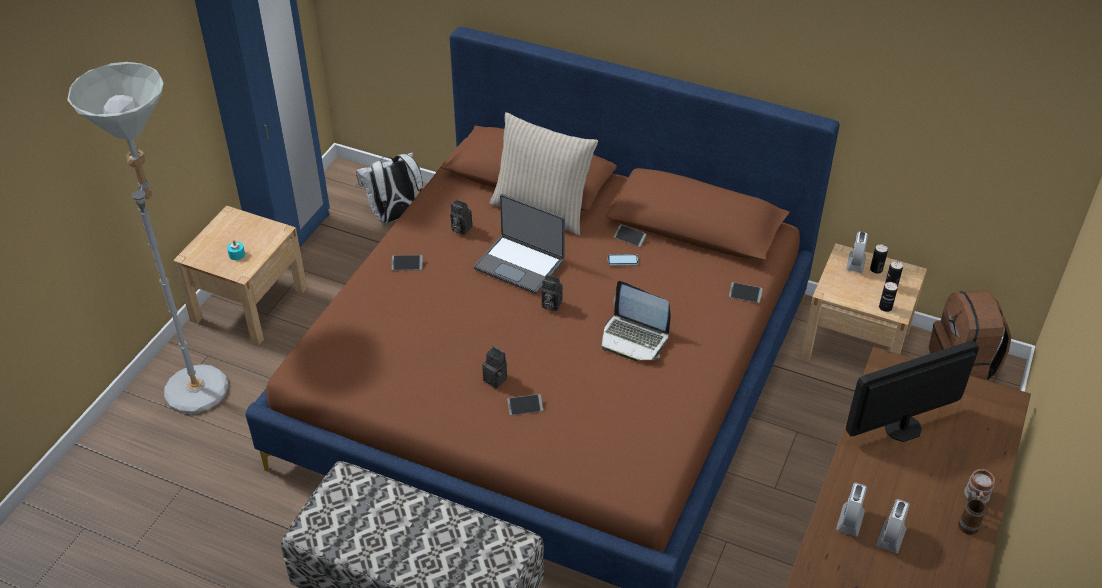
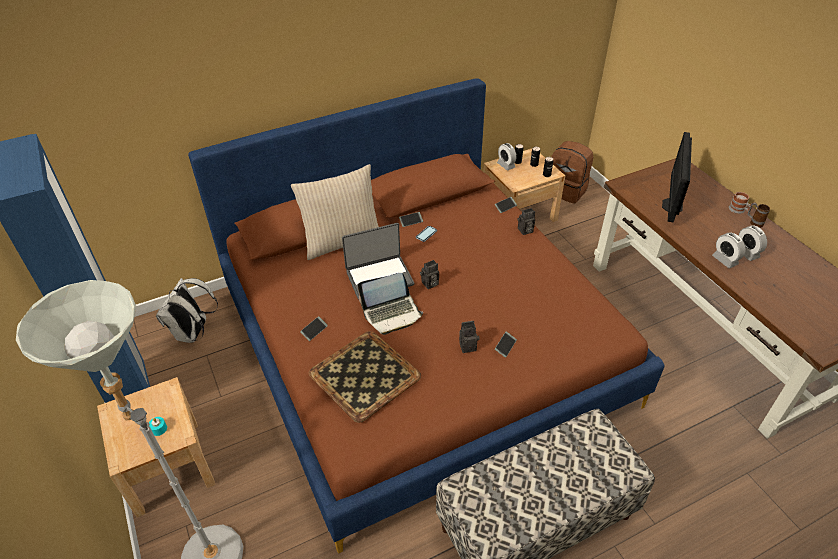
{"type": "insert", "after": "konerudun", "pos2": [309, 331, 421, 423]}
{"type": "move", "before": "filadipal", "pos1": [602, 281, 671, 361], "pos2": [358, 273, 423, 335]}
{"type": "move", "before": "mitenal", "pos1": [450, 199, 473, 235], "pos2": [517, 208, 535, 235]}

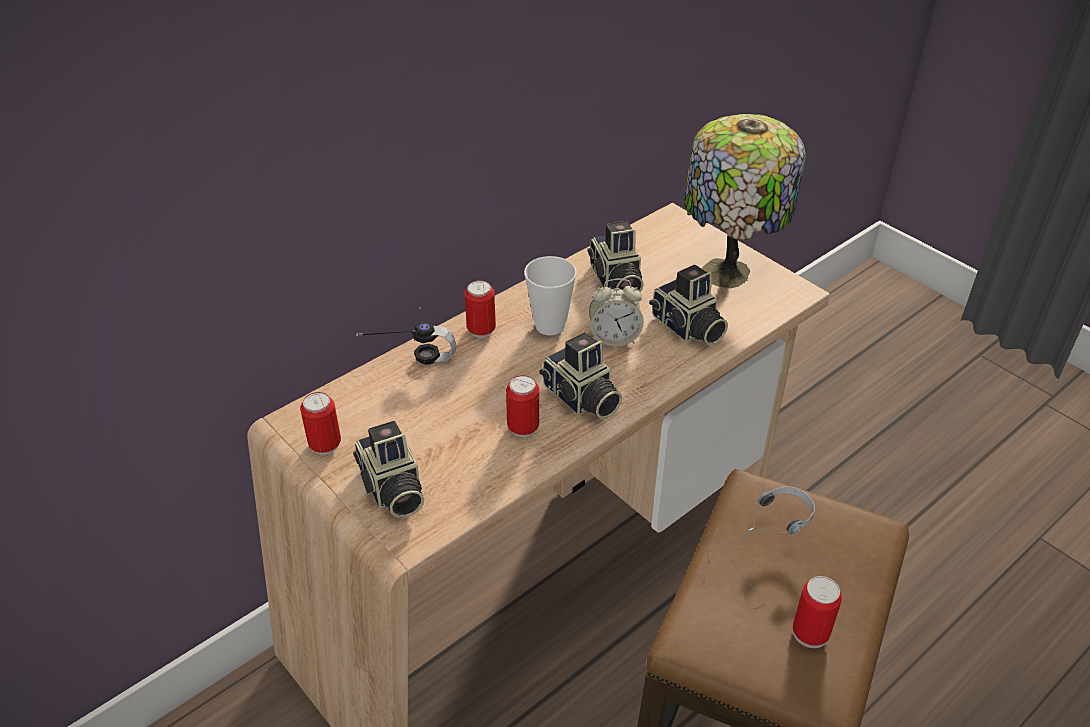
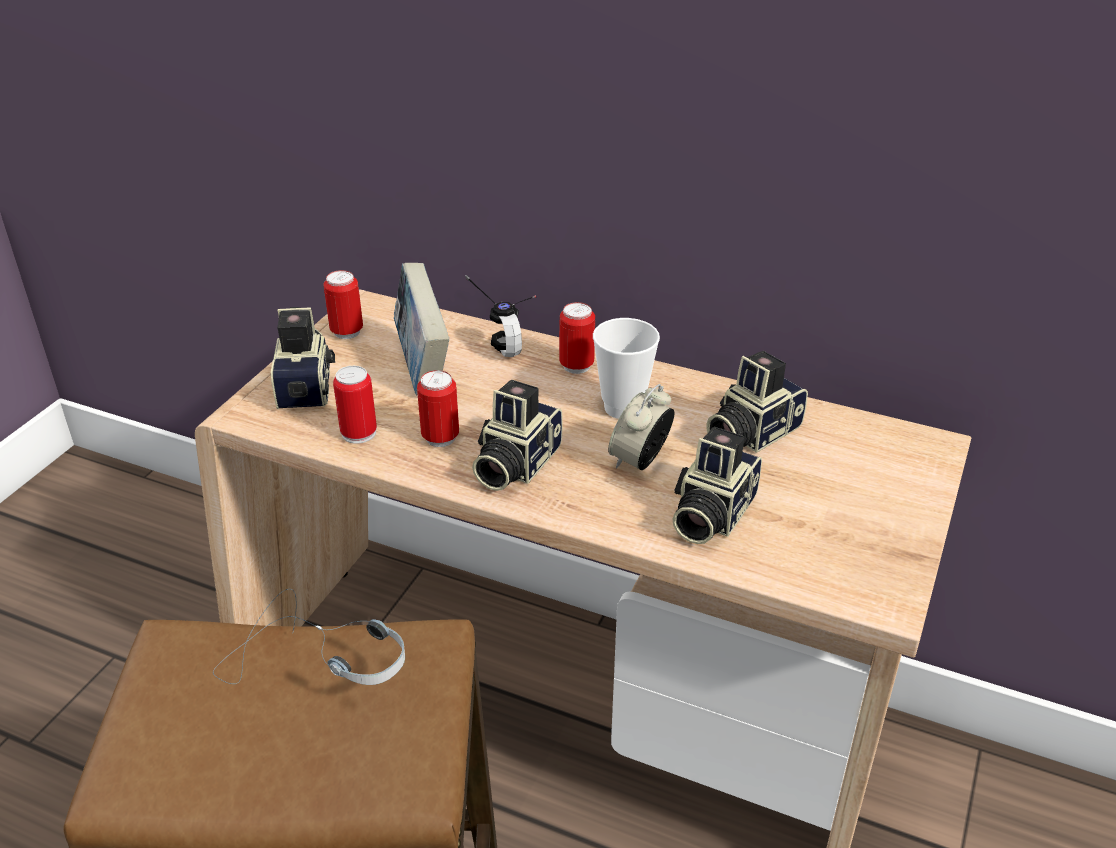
{"type": "rotate", "before": "mitenal", "pos1": [353, 421, 424, 518], "pos2": [271, 307, 335, 409], "turn": 135}
{"type": "move", "before": "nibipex", "pos1": [793, 576, 842, 648], "pos2": [333, 366, 377, 444]}
{"type": "insert", "after": "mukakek", "pos2": [394, 263, 449, 396]}
{"type": "rotate", "before": "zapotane", "pos1": [589, 278, 644, 347], "pos2": [608, 384, 674, 470], "turn": 60}
{"type": "delete", "before": "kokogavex", "pos1": [684, 114, 806, 289]}

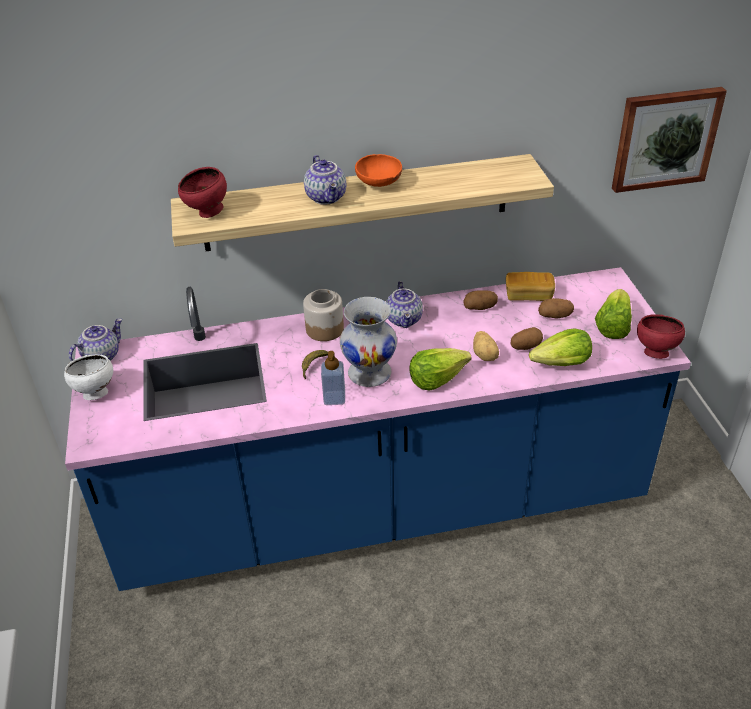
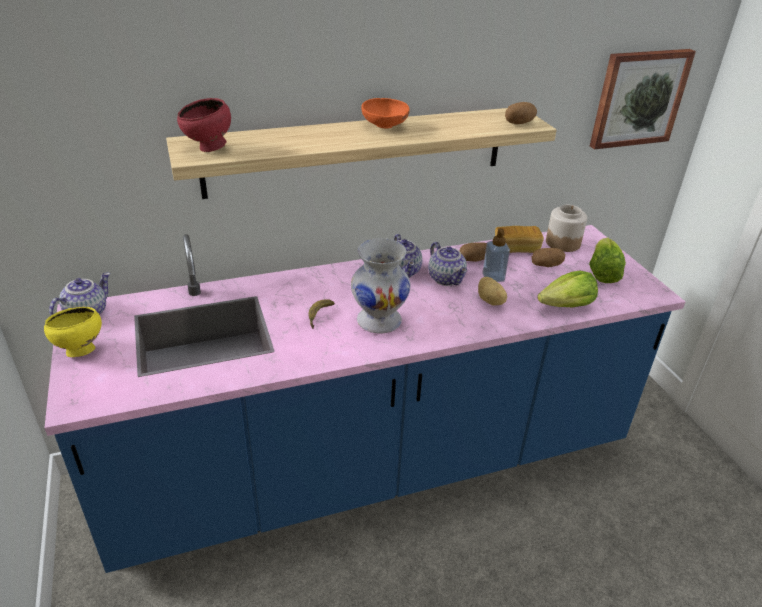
{"type": "recolor", "before": "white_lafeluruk", "after": "yellow_lafeluruk", "pos1": [64, 354, 113, 400], "pos2": [44, 307, 102, 357]}
{"type": "move", "before": "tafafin", "pos1": [304, 155, 347, 205], "pos2": [428, 242, 467, 286]}
{"type": "move", "before": "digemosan", "pos1": [321, 351, 345, 405], "pos2": [482, 228, 510, 282]}
{"type": "move", "before": "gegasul", "pos1": [510, 327, 543, 350], "pos2": [505, 102, 537, 124]}
{"type": "move", "before": "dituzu", "pos1": [303, 289, 344, 341], "pos2": [546, 205, 587, 252]}
{"type": "delete", "before": "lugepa", "pos1": [409, 348, 472, 391]}
{"type": "delete", "before": "red_lafeluruk", "pos1": [637, 314, 685, 359]}

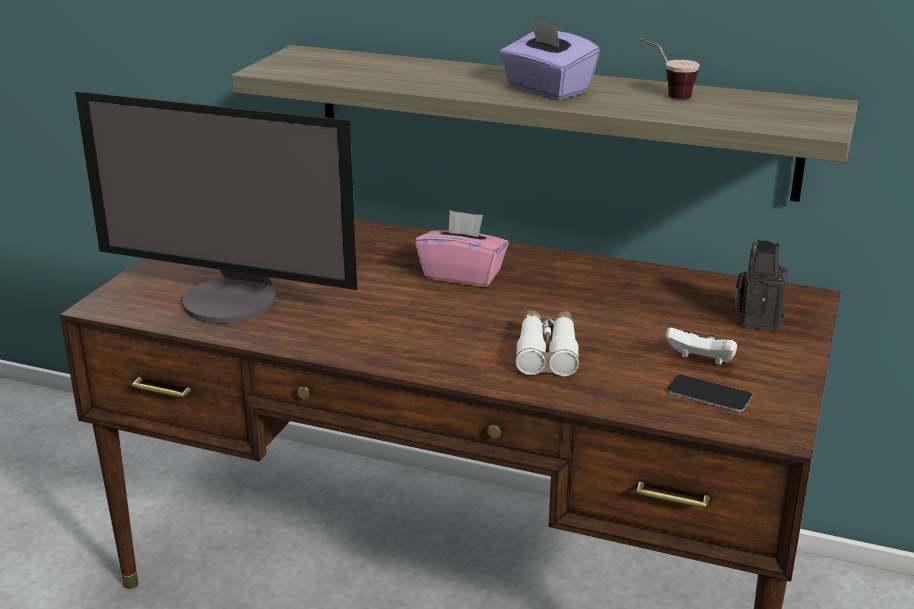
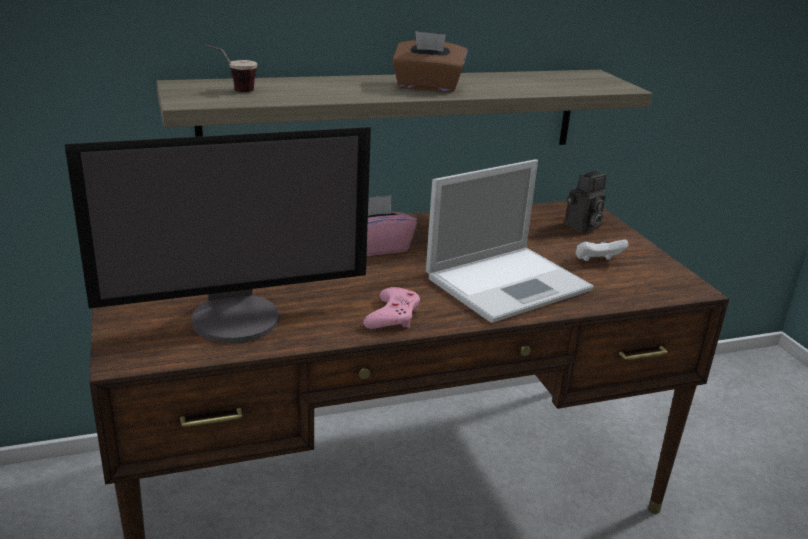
{"type": "move", "before": "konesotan", "pos1": [639, 38, 700, 99], "pos2": [205, 45, 257, 92]}
{"type": "insert", "after": "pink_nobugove", "pos2": [363, 287, 420, 329]}
{"type": "recolor", "before": "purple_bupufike", "after": "brown_bupufike", "pos1": [500, 18, 600, 99], "pos2": [392, 31, 467, 92]}
{"type": "replace", "before": "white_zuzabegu", "after": "filadipal", "pos1": [515, 310, 580, 377], "pos2": [426, 159, 594, 323]}
{"type": "rotate", "before": "mitenal", "pos1": [734, 238, 788, 332], "pos2": [565, 171, 607, 233], "turn": -105}
{"type": "delete", "before": "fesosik", "pos1": [667, 375, 752, 412]}

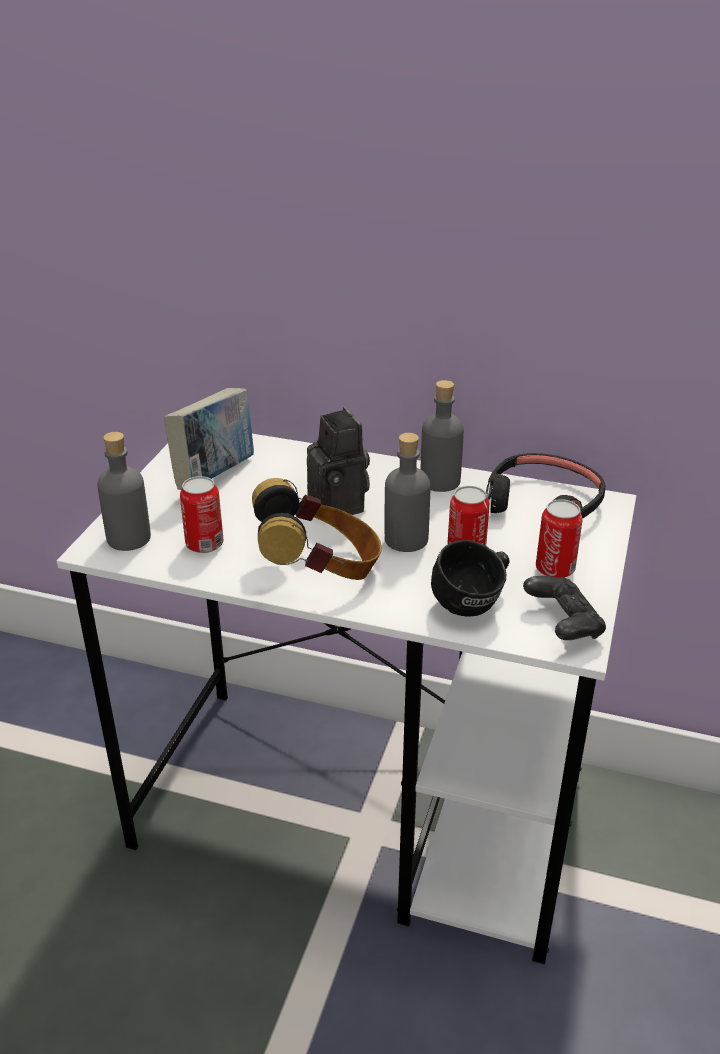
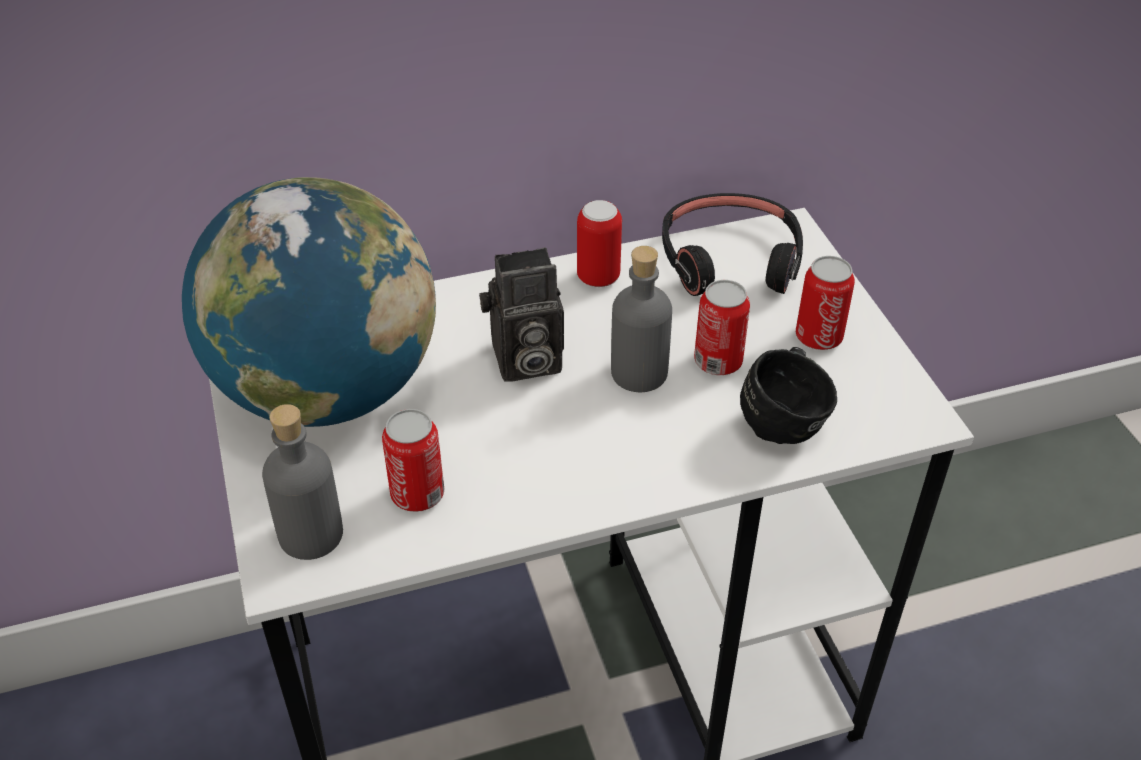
{"type": "replace", "before": "mukakek", "after": "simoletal", "pos1": [164, 388, 254, 490], "pos2": [182, 177, 436, 427]}
{"type": "rotate", "before": "mitenal", "pos1": [307, 407, 370, 515], "pos2": [479, 247, 564, 382], "turn": 135}
{"type": "replace", "before": "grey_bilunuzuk", "after": "nibipex", "pos1": [420, 380, 464, 492], "pos2": [577, 200, 622, 287]}
{"type": "delete", "before": "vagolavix", "pos1": [252, 478, 382, 580]}
{"type": "delete", "before": "black_nobugove", "pos1": [523, 576, 606, 640]}

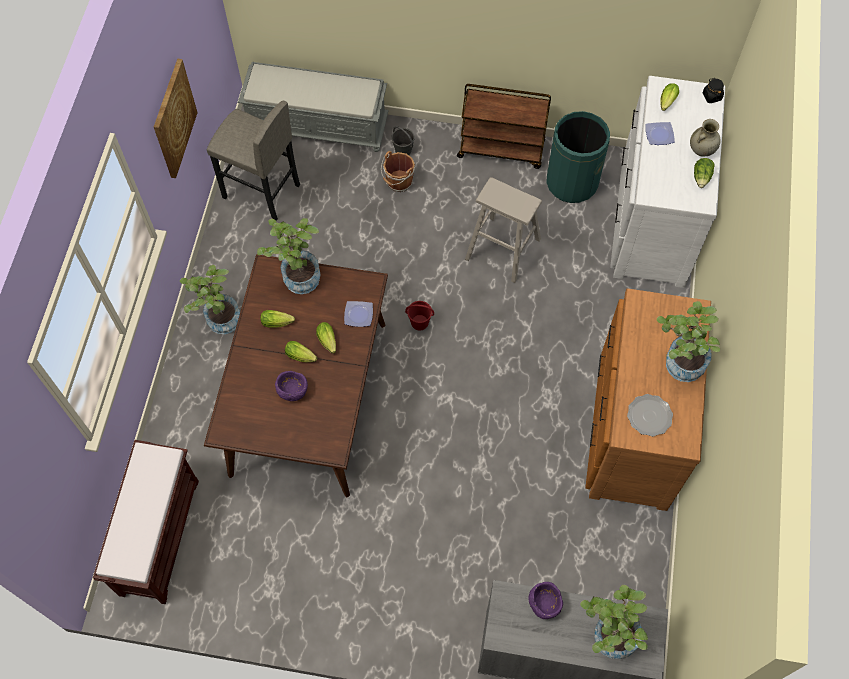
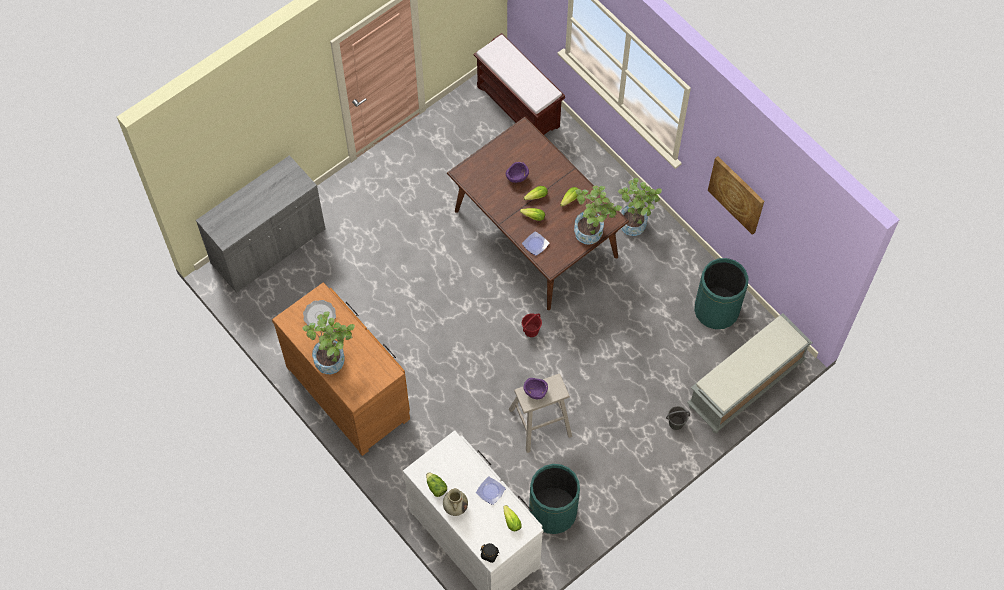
{"type": "move", "before": "purple_lafeluruk", "pos1": [528, 582, 563, 619], "pos2": [523, 378, 548, 399]}
{"type": "replace", "before": "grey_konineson", "after": "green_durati", "pos1": [207, 101, 300, 221], "pos2": [694, 258, 748, 329]}
{"type": "delete", "before": "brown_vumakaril", "pos1": [381, 151, 415, 192]}
{"type": "delete", "before": "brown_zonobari", "pos1": [457, 84, 551, 169]}
{"type": "delete", "before": "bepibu", "pos1": [580, 585, 648, 659]}

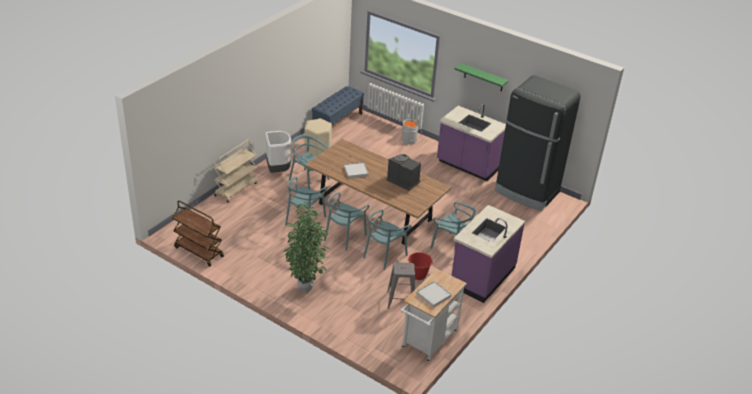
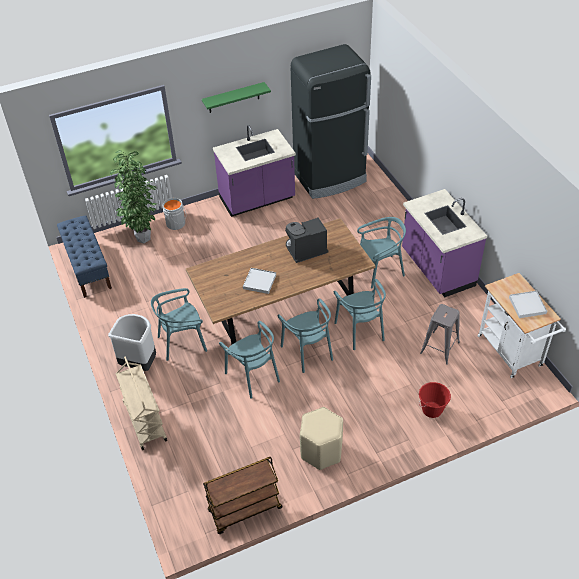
{"type": "move", "before": "bepibu", "pos1": [284, 202, 331, 294], "pos2": [110, 150, 157, 243]}
{"type": "move", "before": "beige_konineson", "pos1": [304, 118, 332, 156], "pos2": [300, 407, 343, 470]}
{"type": "move", "before": "red_vumakaril", "pos1": [408, 252, 433, 280], "pos2": [419, 382, 451, 418]}

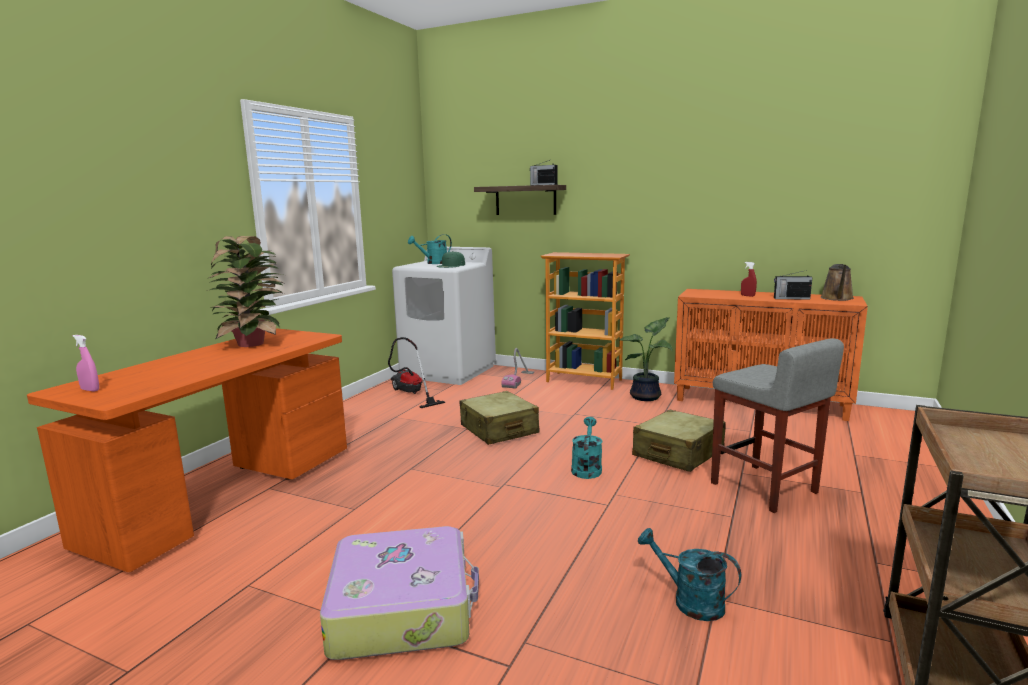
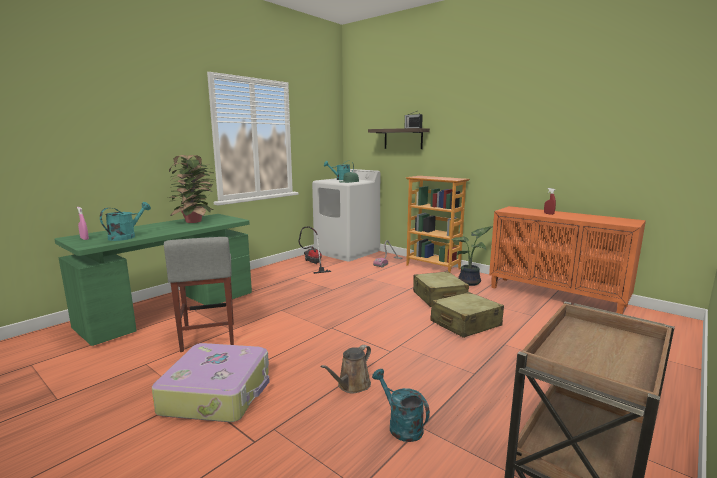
{"type": "recolor", "before": "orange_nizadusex", "after": "green_nizadusex", "pos1": [27, 329, 347, 572], "pos2": [54, 214, 252, 346]}
{"type": "move", "before": "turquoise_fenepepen", "pos1": [571, 417, 602, 479], "pos2": [100, 202, 151, 241]}
{"type": "move", "before": "grey_konineson", "pos1": [711, 338, 844, 513], "pos2": [164, 237, 234, 352]}
{"type": "move", "before": "brown_fenepepen", "pos1": [821, 264, 854, 301], "pos2": [321, 345, 371, 394]}
{"type": "move", "before": "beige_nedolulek", "pos1": [460, 391, 540, 445], "pos2": [413, 271, 469, 307]}
{"type": "delete", "before": "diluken", "pos1": [774, 270, 812, 300]}

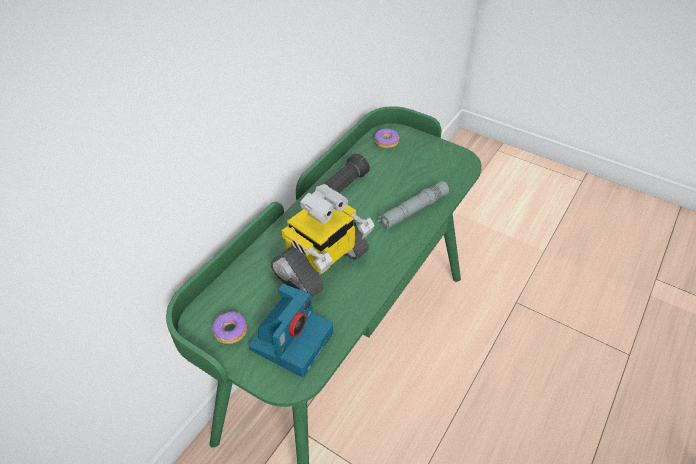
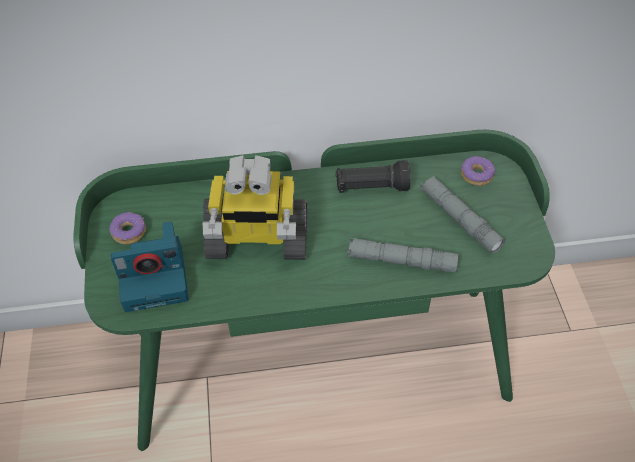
{"type": "insert", "after": "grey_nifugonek", "pos2": [420, 176, 505, 254]}

